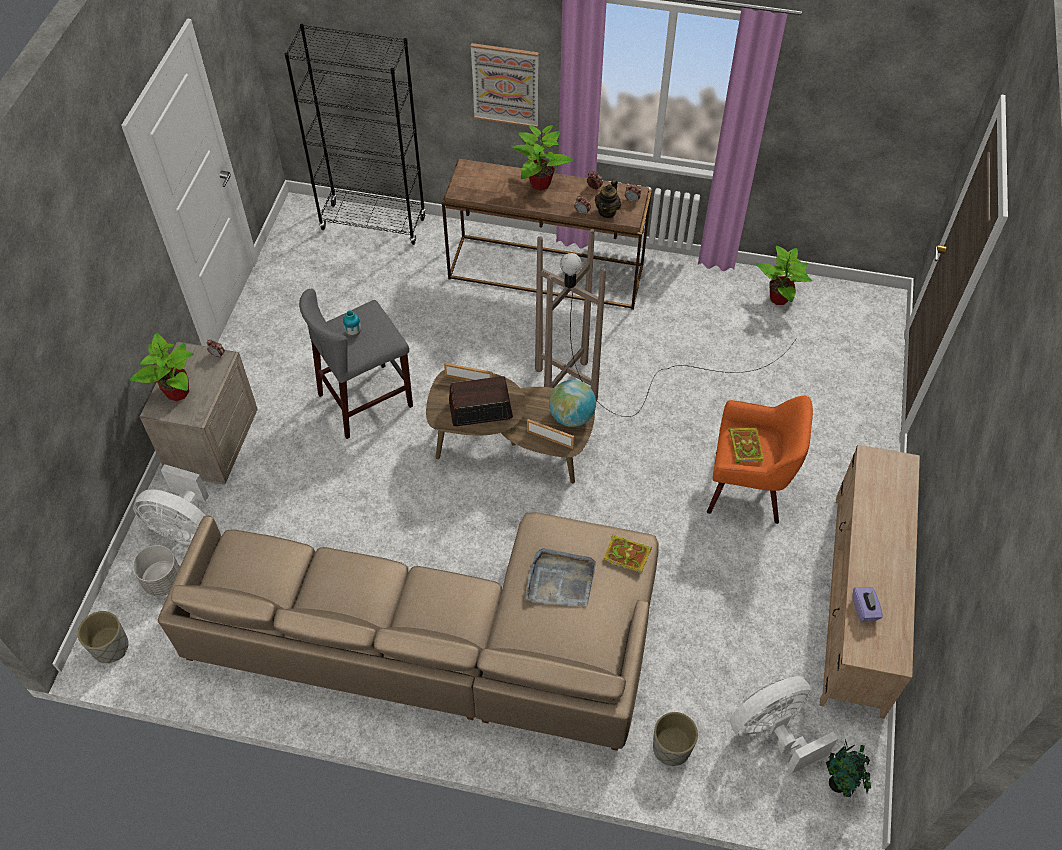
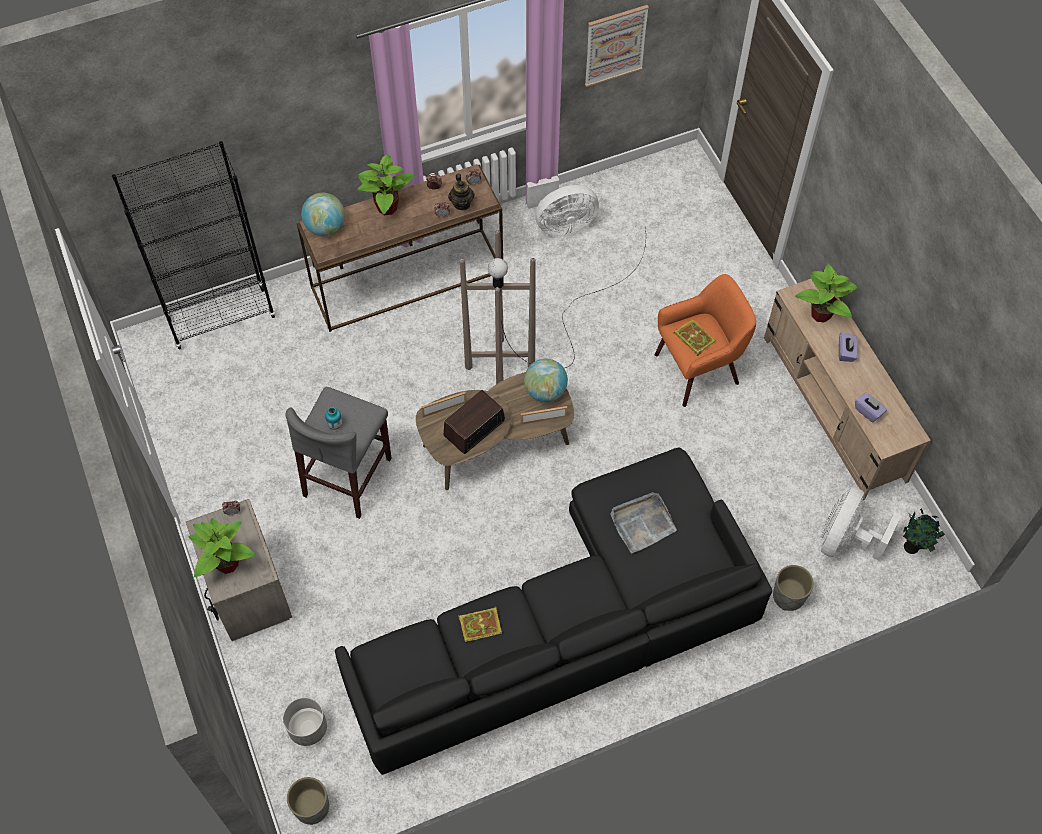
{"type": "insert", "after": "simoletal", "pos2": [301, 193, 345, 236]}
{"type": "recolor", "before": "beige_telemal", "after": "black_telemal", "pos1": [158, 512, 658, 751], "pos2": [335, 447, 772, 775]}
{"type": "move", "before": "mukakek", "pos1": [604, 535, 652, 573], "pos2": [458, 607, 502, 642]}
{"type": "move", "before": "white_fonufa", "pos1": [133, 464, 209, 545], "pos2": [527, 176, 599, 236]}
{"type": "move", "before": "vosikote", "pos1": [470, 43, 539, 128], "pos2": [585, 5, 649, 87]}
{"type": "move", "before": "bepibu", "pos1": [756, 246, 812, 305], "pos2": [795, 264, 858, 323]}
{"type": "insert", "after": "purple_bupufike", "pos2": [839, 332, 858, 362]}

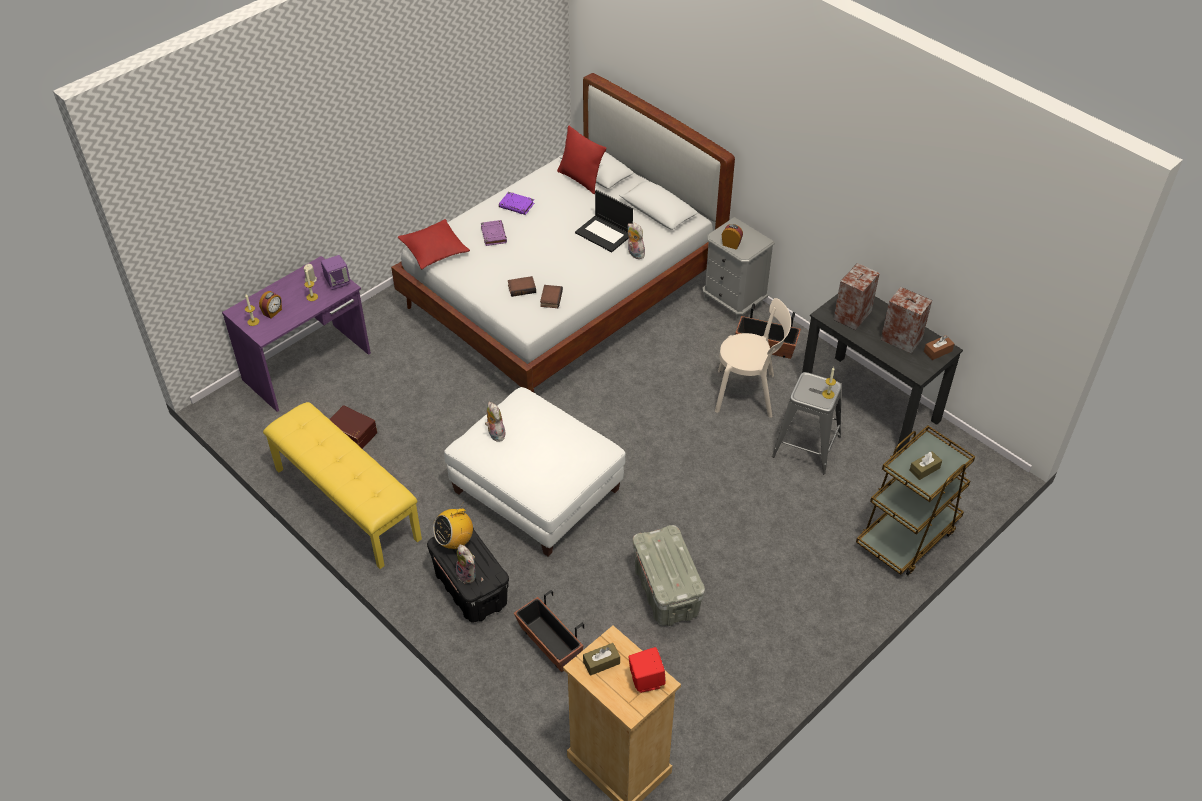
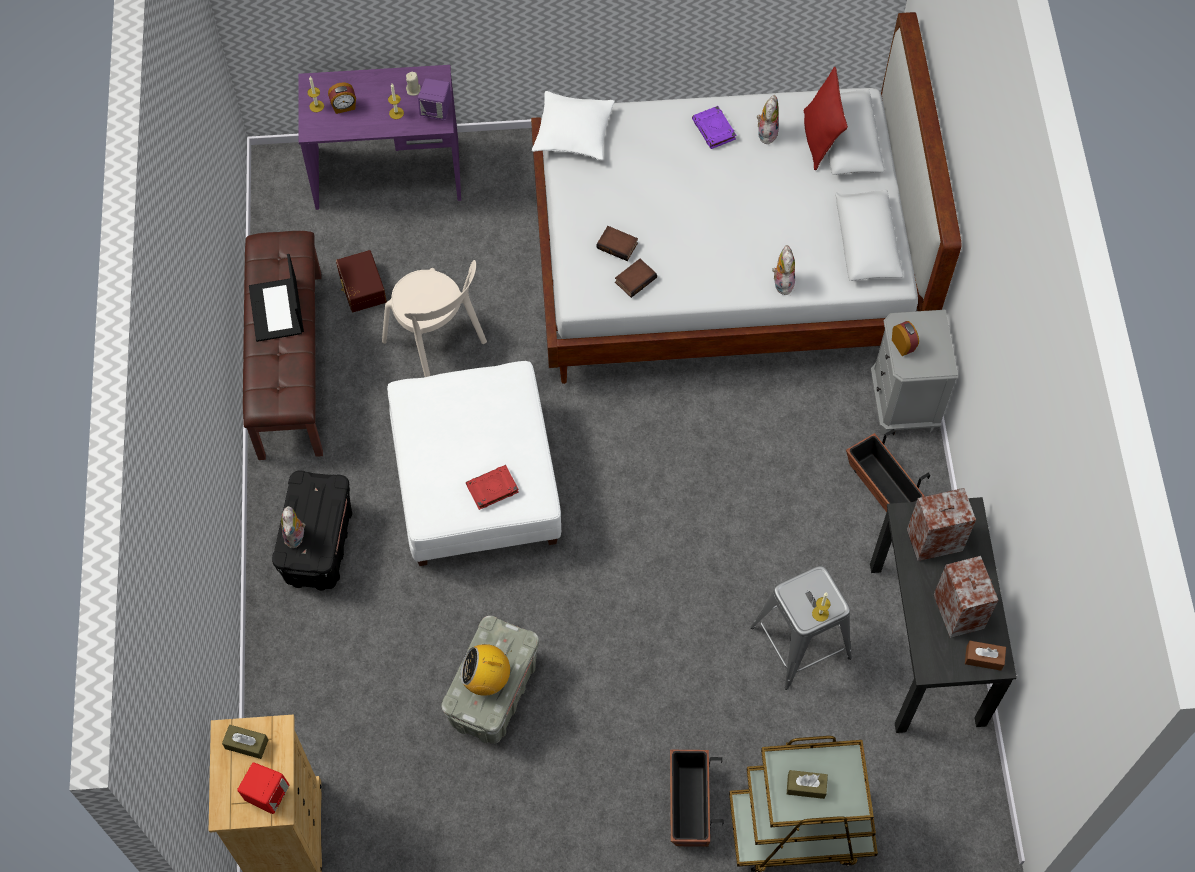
{"type": "recolor", "before": "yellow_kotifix", "after": "brown_kotifix", "pos1": [263, 402, 422, 569], "pos2": [243, 231, 323, 460]}
{"type": "move", "before": "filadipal", "pos1": [575, 190, 633, 252], "pos2": [249, 254, 304, 342]}
{"type": "move", "before": "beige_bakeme", "pos1": [715, 298, 791, 418], "pos2": [382, 260, 487, 377]}
{"type": "move", "before": "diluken", "pos1": [433, 502, 473, 549], "pos2": [460, 644, 512, 696]}
{"type": "insert", "after": "red_mukakek", "pos2": [466, 465, 519, 510]}
{"type": "recolor", "before": "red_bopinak", "after": "white_bopinak", "pos1": [398, 219, 470, 269], "pos2": [532, 91, 615, 160]}
{"type": "move", "before": "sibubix", "pos1": [514, 590, 584, 672], "pos2": [670, 750, 724, 847]}
{"type": "move", "before": "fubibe", "pos1": [485, 402, 506, 442], "pos2": [757, 95, 779, 144]}
{"type": "delete", "before": "purple_mukakek", "pos1": [481, 220, 507, 246]}

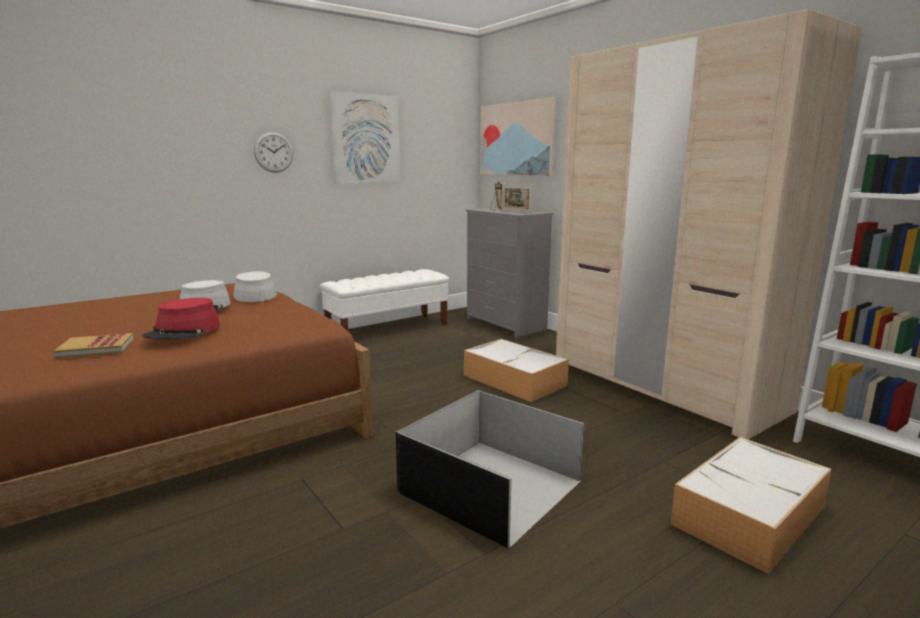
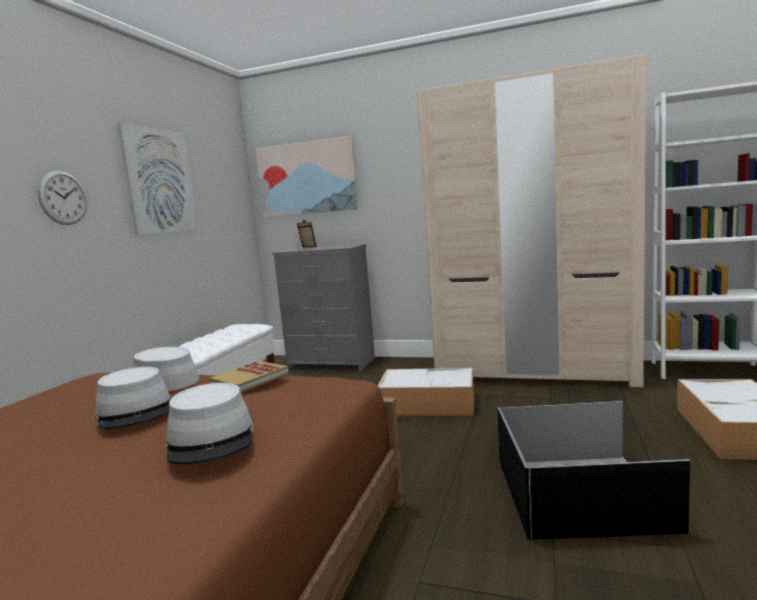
{"type": "recolor", "before": "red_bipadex", "after": "grey_bipadex", "pos1": [142, 298, 220, 339], "pos2": [165, 383, 254, 464]}
{"type": "move", "before": "mukakek", "pos1": [54, 333, 134, 358], "pos2": [208, 361, 289, 392]}
{"type": "delete", "before": "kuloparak", "pos1": [501, 184, 533, 213]}

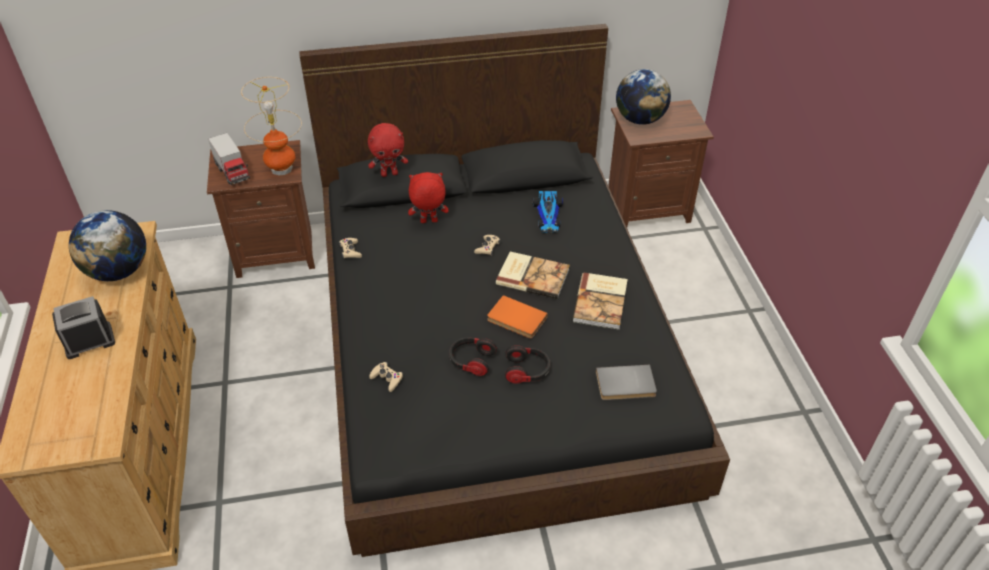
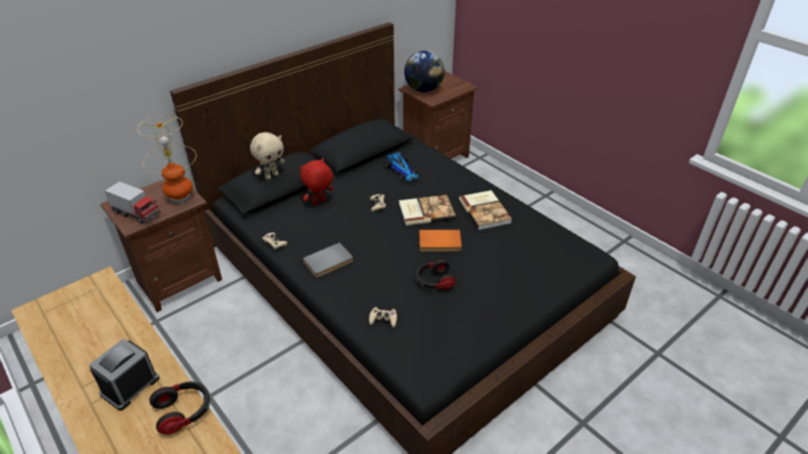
{"type": "move", "before": "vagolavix", "pos1": [505, 345, 551, 383], "pos2": [149, 382, 210, 435]}
{"type": "recolor", "before": "red_fubibe", "after": "beige_fubibe", "pos1": [368, 123, 408, 177], "pos2": [250, 132, 285, 180]}
{"type": "move", "before": "grey_mukakek", "pos1": [596, 365, 657, 400], "pos2": [302, 242, 353, 277]}
{"type": "delete", "before": "simoletal", "pos1": [69, 210, 146, 281]}

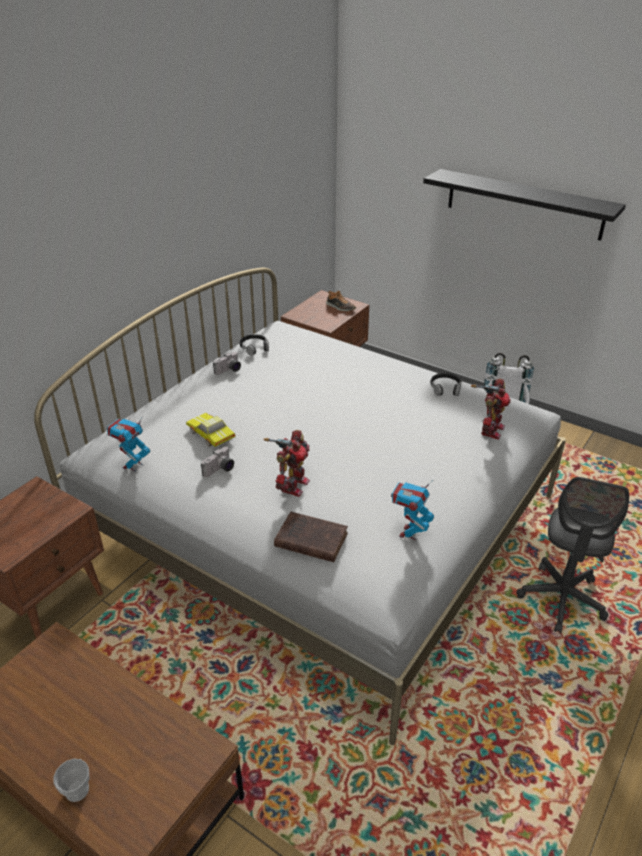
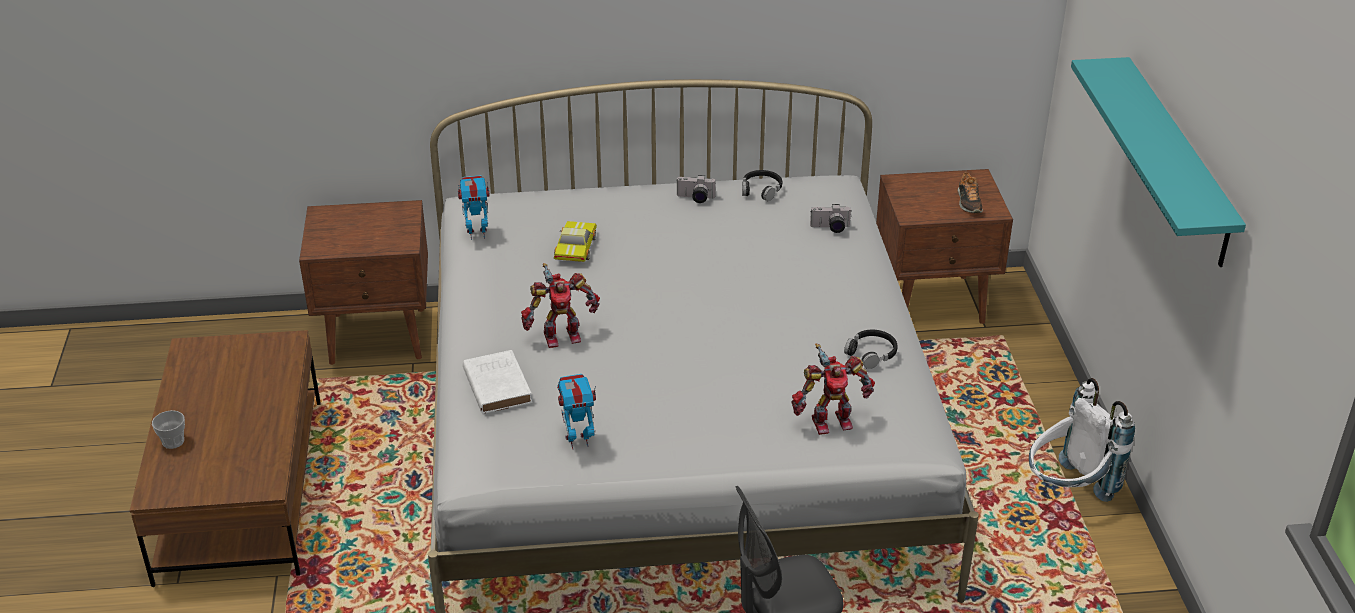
{"type": "recolor", "before": "brown_mukakek", "after": "white_mukakek", "pos1": [274, 512, 348, 562], "pos2": [463, 350, 532, 414]}
{"type": "move", "before": "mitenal", "pos1": [201, 447, 234, 477], "pos2": [810, 204, 852, 233]}
{"type": "recolor", "before": "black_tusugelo", "after": "turquoise_tusugelo", "pos1": [423, 169, 626, 241], "pos2": [1071, 57, 1246, 267]}

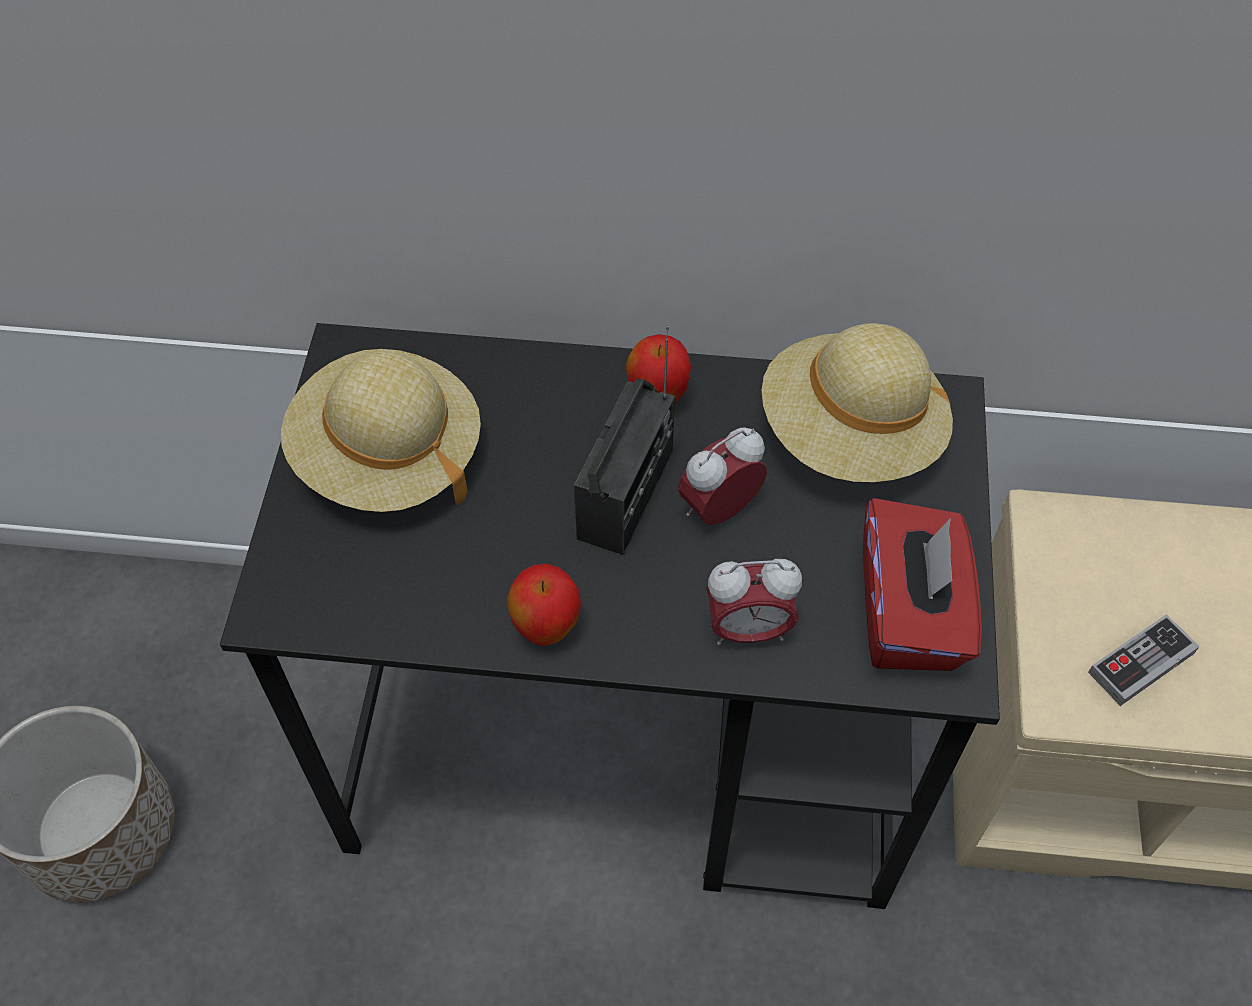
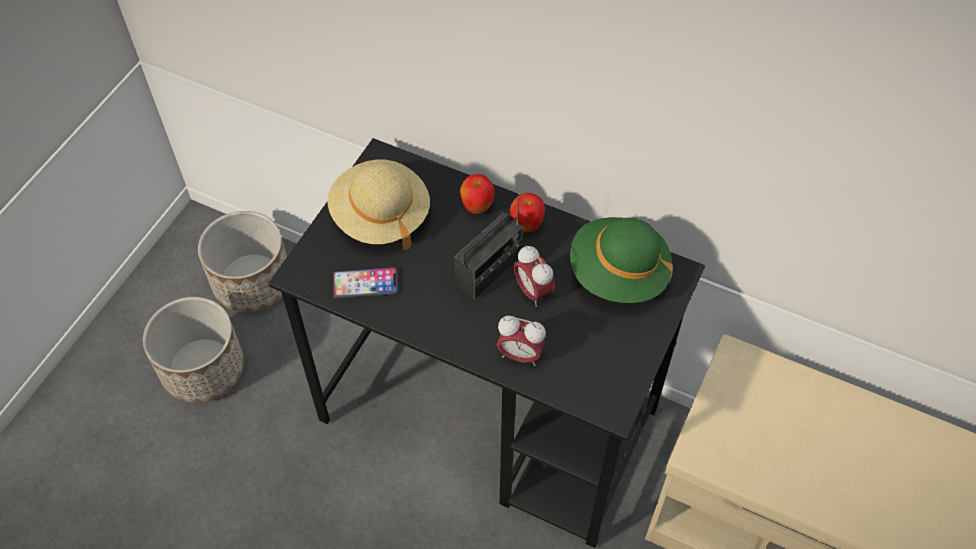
{"type": "insert", "after": "sibubix", "pos2": [198, 211, 287, 312]}
{"type": "insert", "after": "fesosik", "pos2": [333, 267, 398, 299]}
{"type": "move", "before": "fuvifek", "pos1": [507, 564, 581, 646], "pos2": [460, 174, 495, 214]}
{"type": "rotate", "before": "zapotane", "pos1": [678, 427, 767, 525], "pos2": [514, 246, 555, 307], "turn": -105}
{"type": "recolor", "before": "beige_bipadex", "after": "green_bipadex", "pos1": [762, 323, 953, 482], "pos2": [570, 217, 673, 303]}
{"type": "delete", "before": "red_bupufike", "pos1": [863, 498, 982, 671]}
{"type": "delete", "before": "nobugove", "pos1": [1088, 614, 1199, 706]}

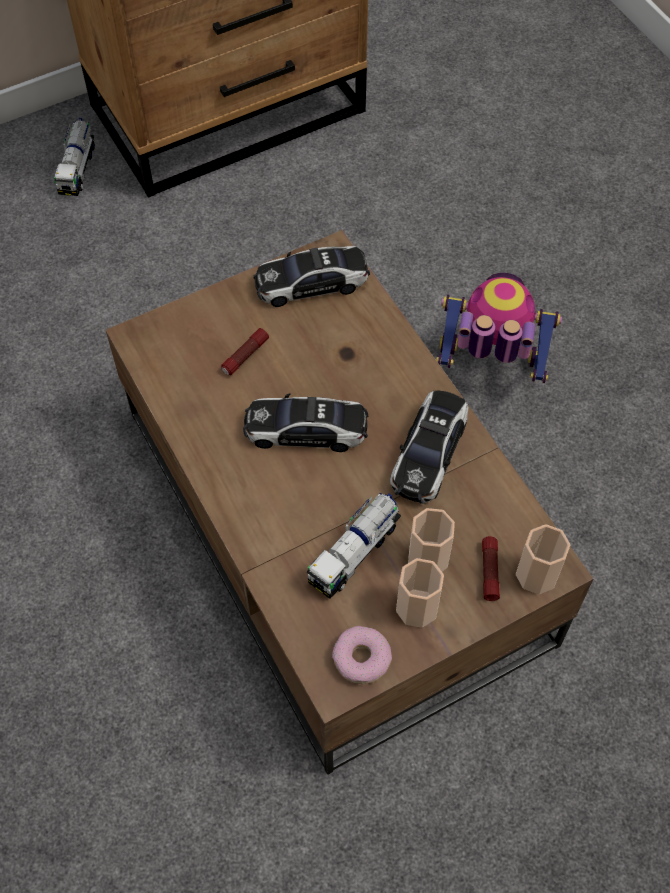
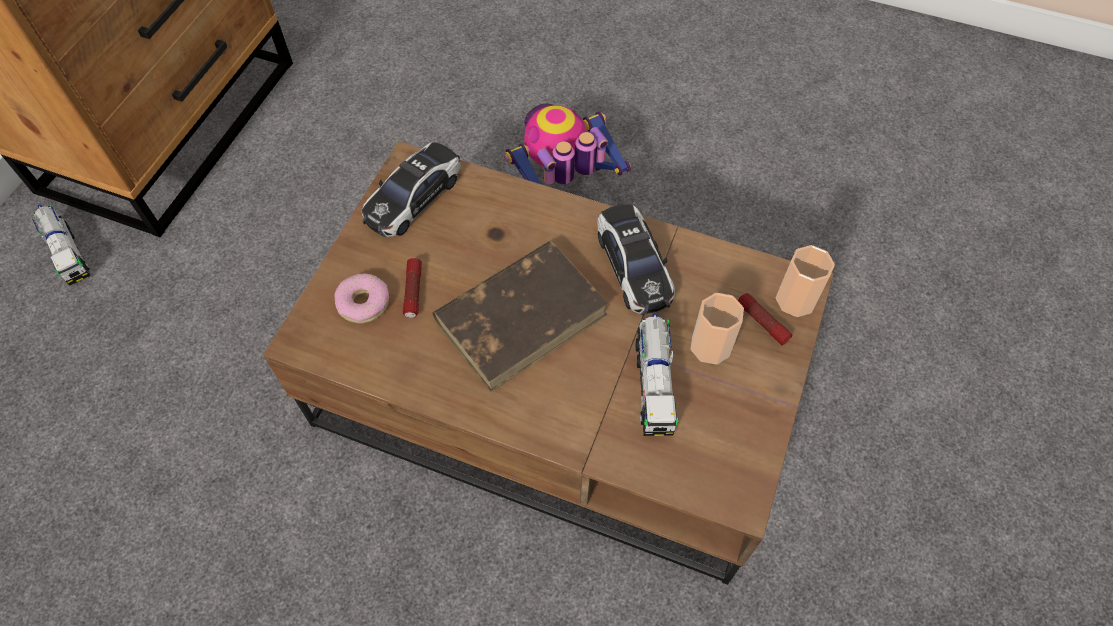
{"type": "move", "before": "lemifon", "pos1": [332, 626, 392, 684], "pos2": [334, 273, 389, 324]}
{"type": "replace", "before": "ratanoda", "after": "brown_mukakek", "pos1": [243, 394, 369, 452], "pos2": [432, 241, 609, 392]}
{"type": "delete", "before": "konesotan", "pos1": [396, 558, 444, 628]}

